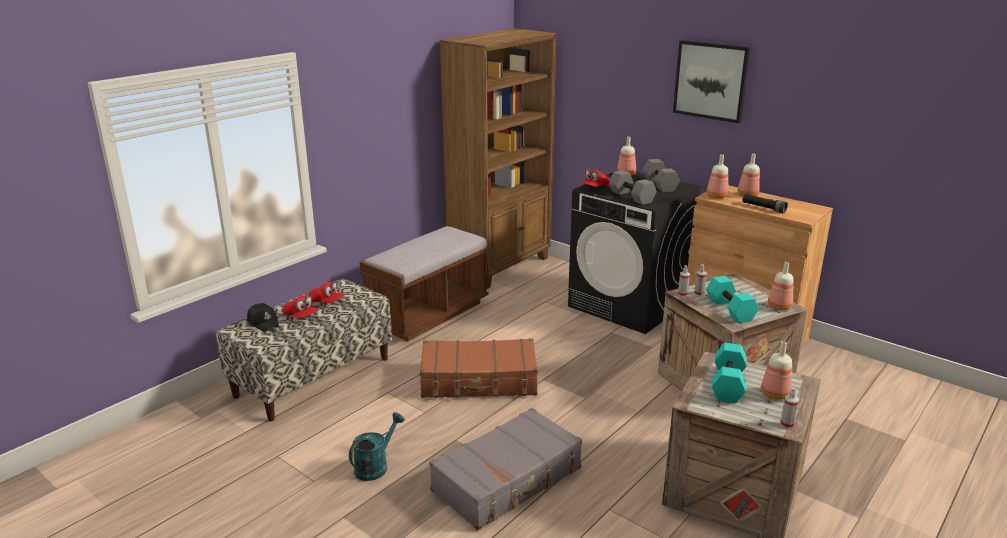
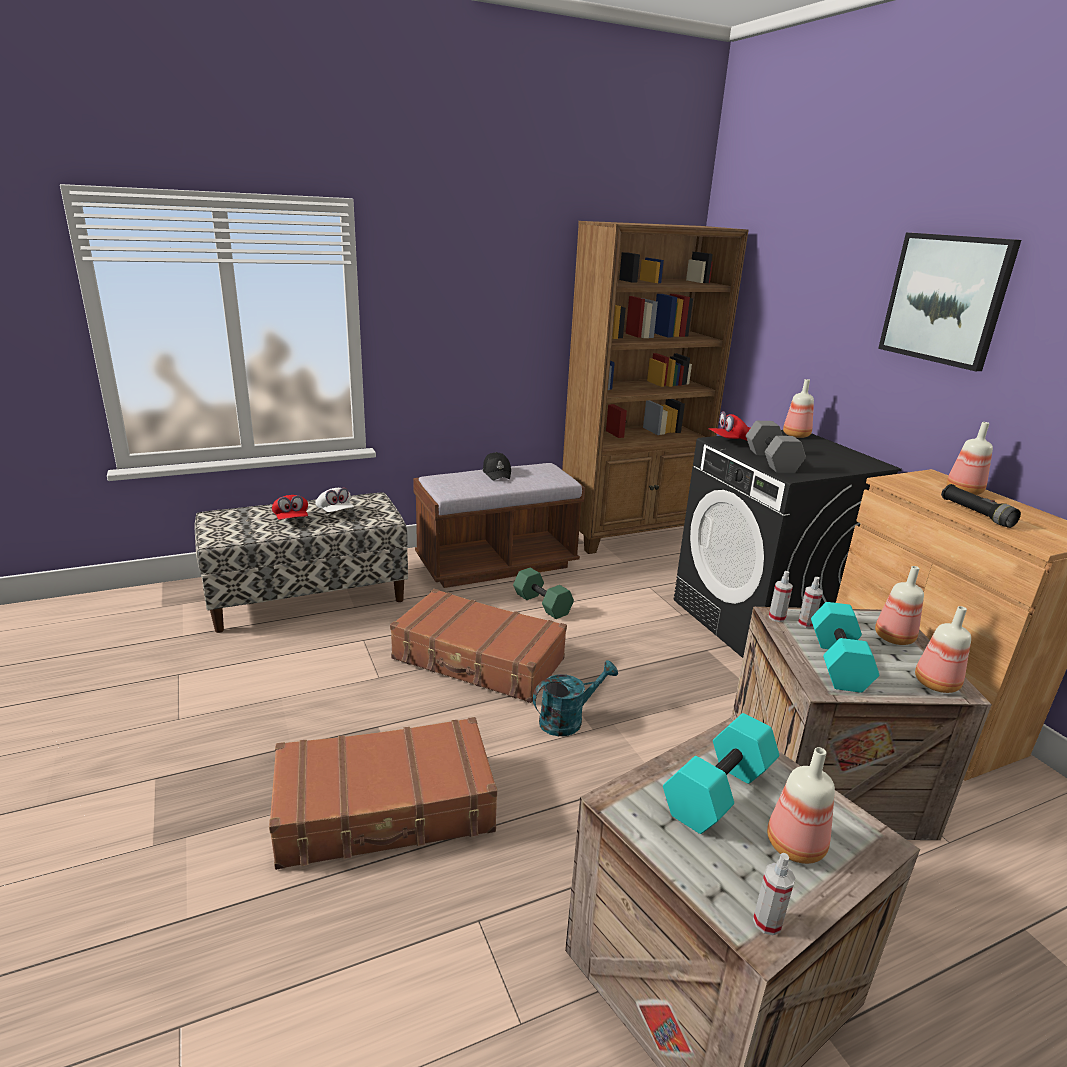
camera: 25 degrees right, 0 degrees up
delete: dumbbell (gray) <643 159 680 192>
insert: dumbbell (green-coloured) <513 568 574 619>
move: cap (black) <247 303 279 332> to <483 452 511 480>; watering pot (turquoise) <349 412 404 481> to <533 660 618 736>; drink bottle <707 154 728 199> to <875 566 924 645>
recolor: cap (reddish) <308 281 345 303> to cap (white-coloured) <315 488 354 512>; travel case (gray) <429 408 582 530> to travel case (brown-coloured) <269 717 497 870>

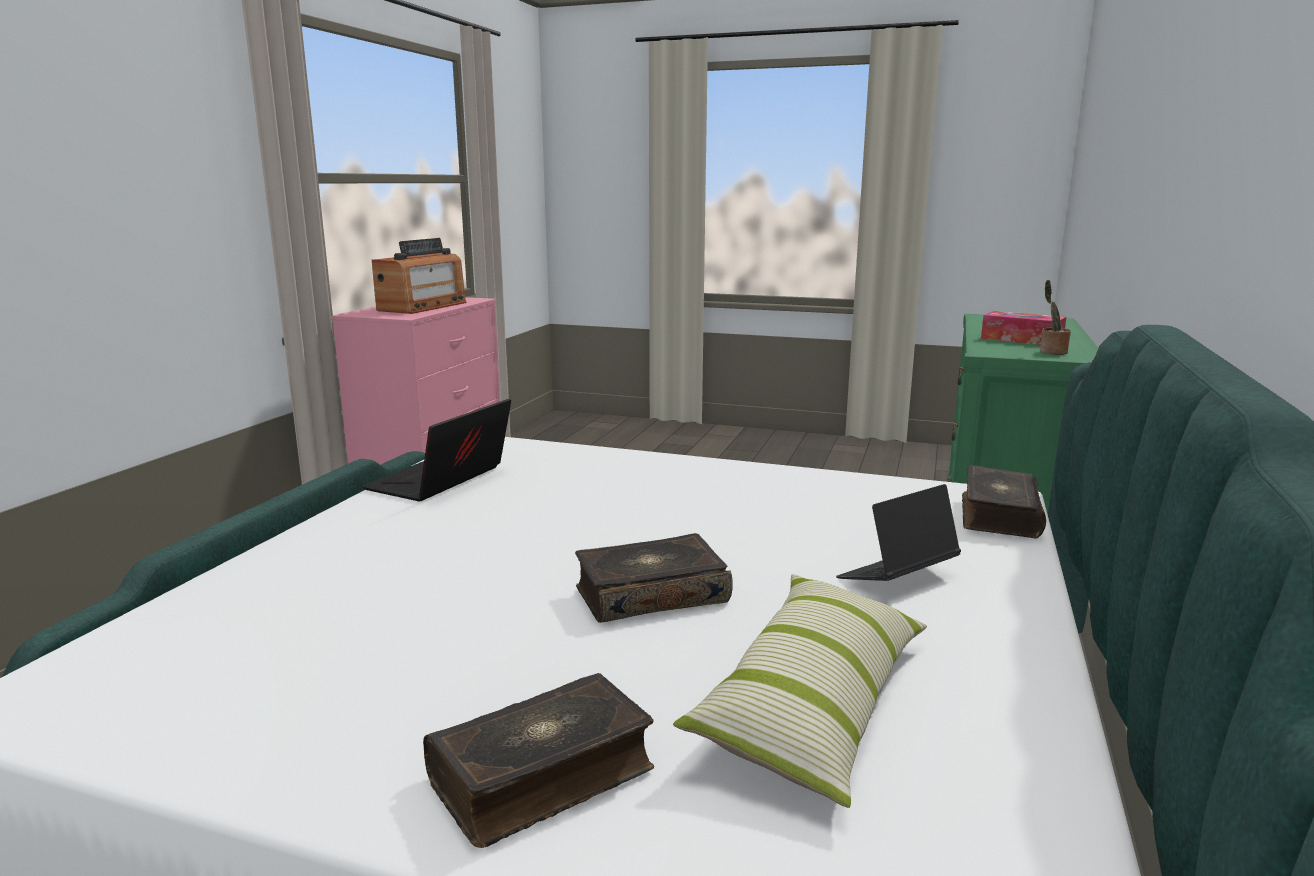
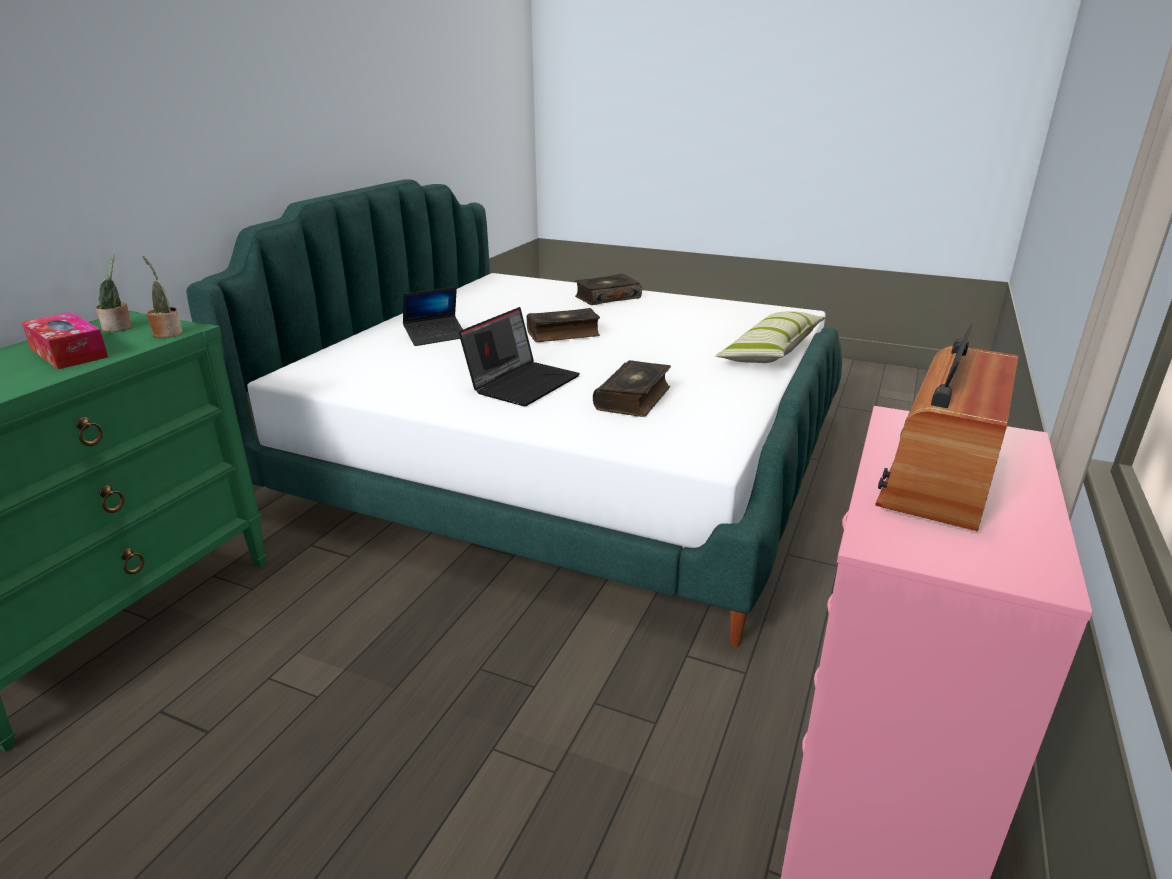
camera: 175 degrees left, 10 degrees up
insert: houseplant <142 256 183 338>
move: portable computer <362 398 511 501> to <459 307 580 406>; throw pillow <673 574 927 808> to <715 311 825 363>; book <962 465 1046 538> to <593 360 671 417>

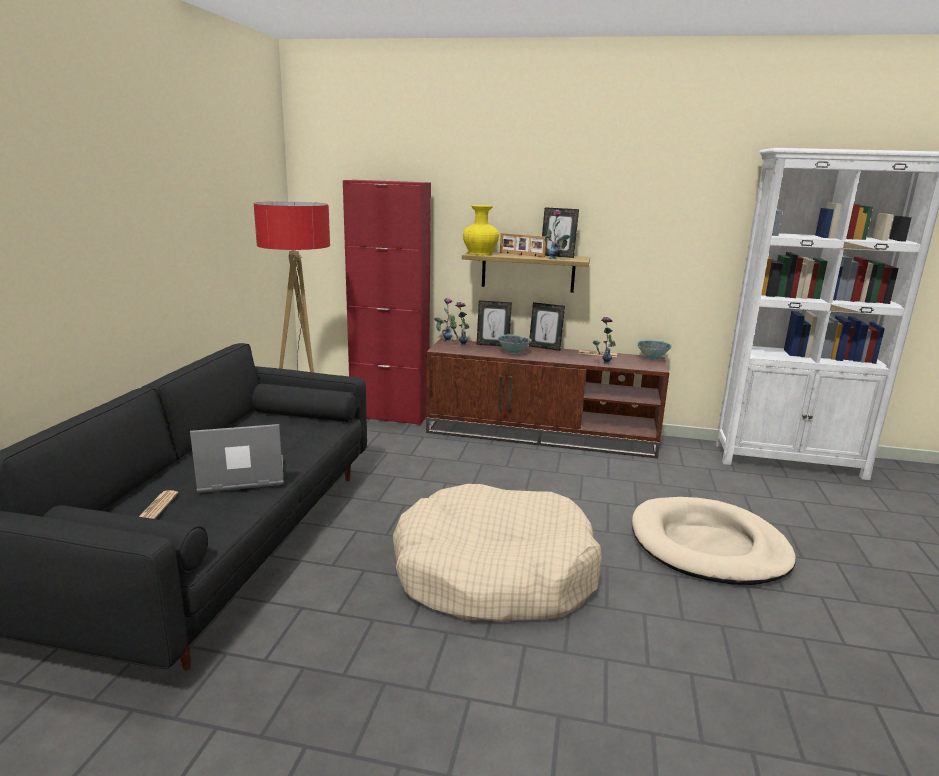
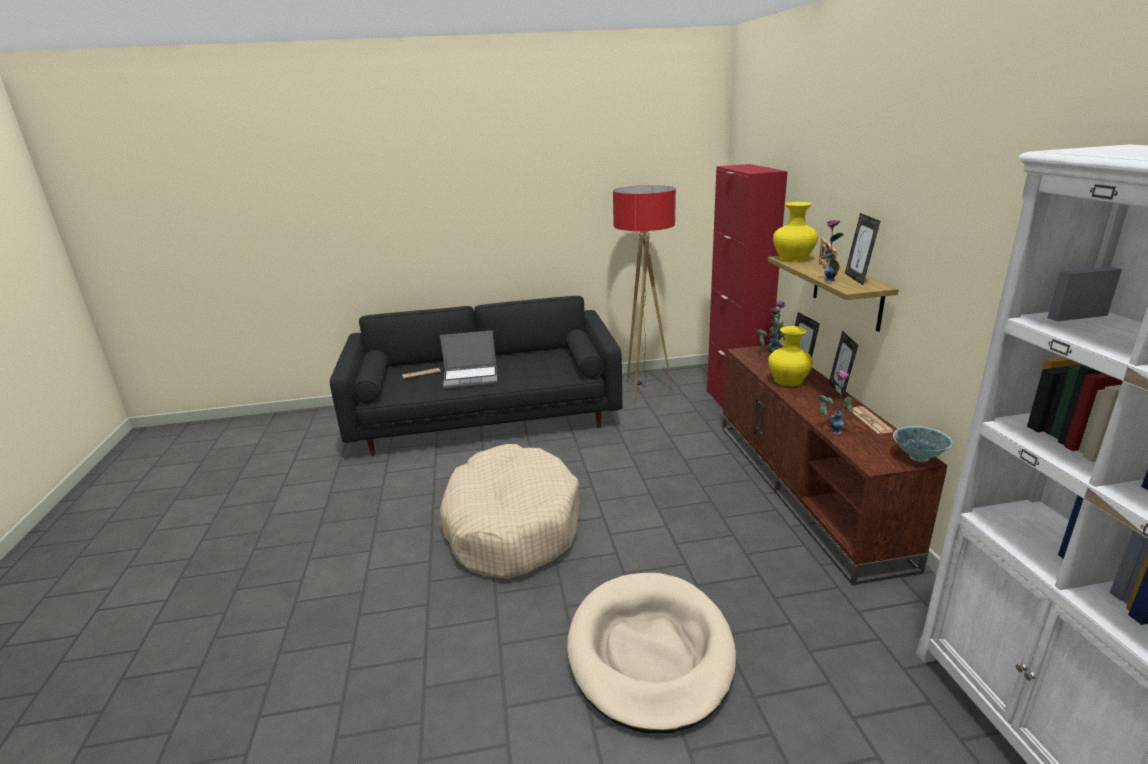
camera: 70 degrees right, 5 degrees up
replace: serving bowl <497 335 532 354> to vase (yellow) <768 326 813 386>
rotate: portable computer <190 424 283 493> = <440 330 497 389> 120 degrees clockwise

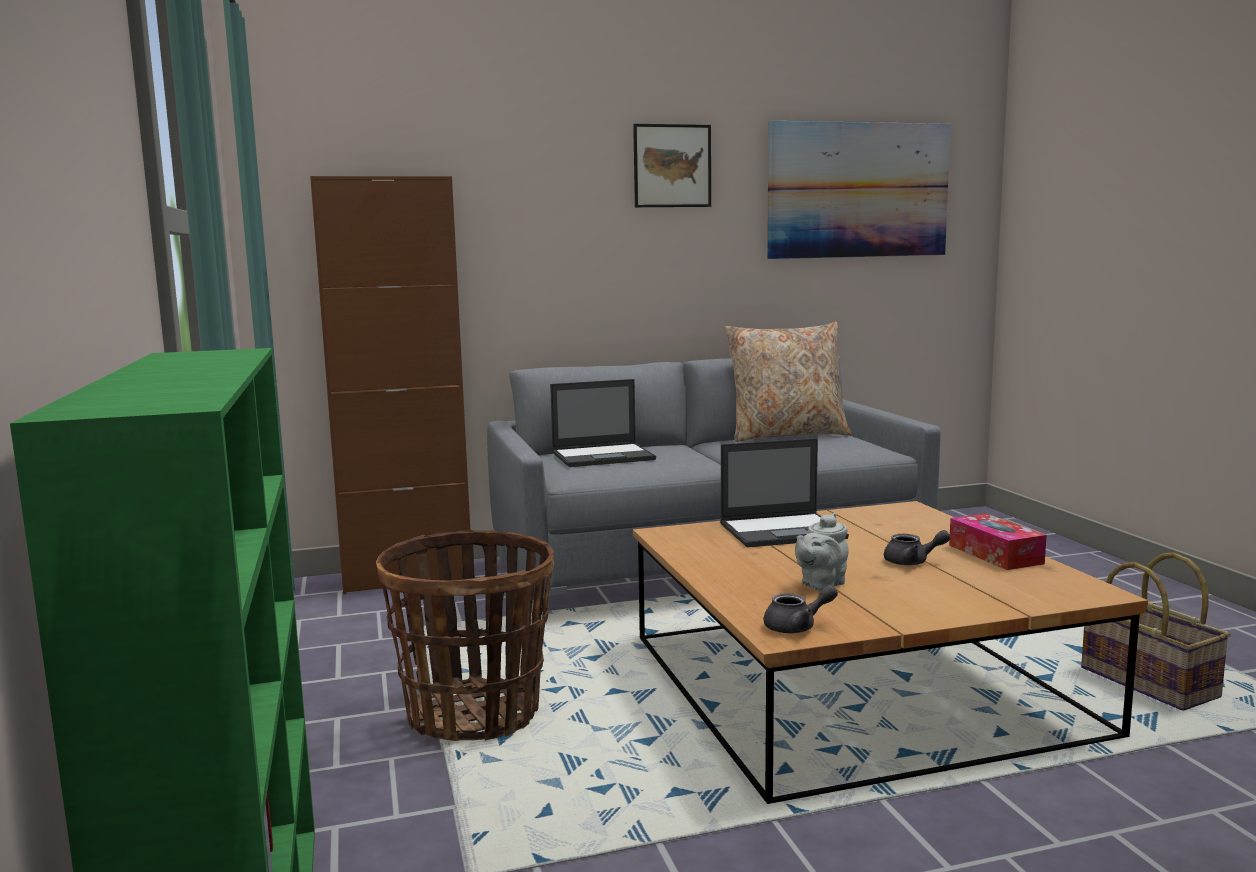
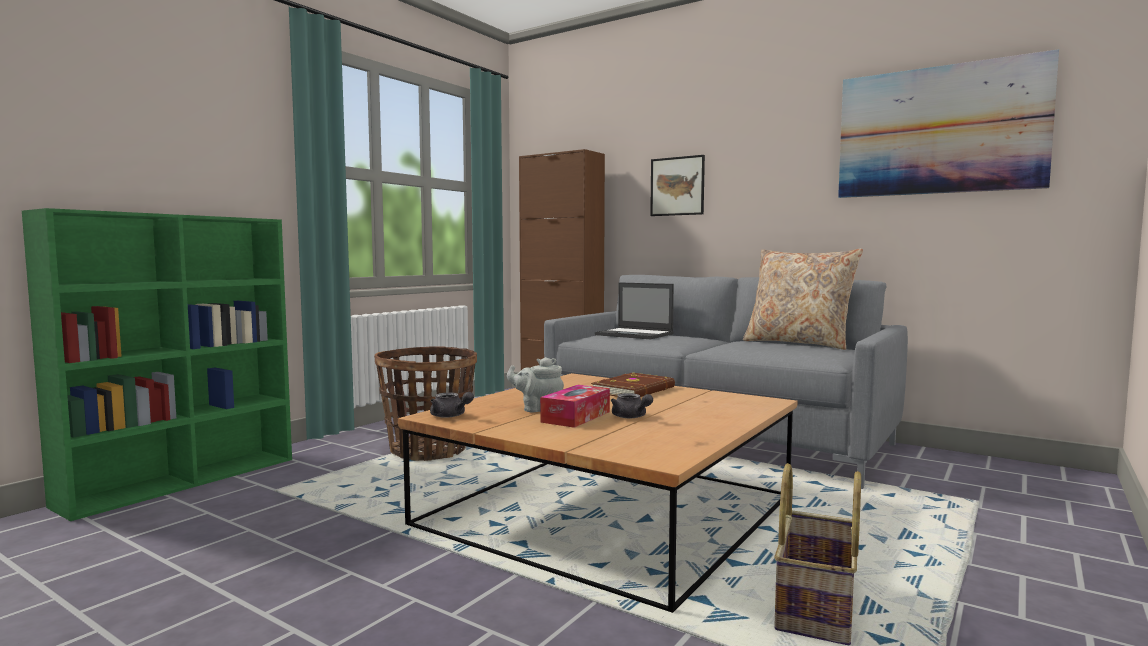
camera: 50 degrees right, 5 degrees down
move: picture <633 124 711 207> to <650 155 705 216>; box of tissues <949 513 1047 570> to <540 385 610 428>
replace: portable computer <720 438 849 547> to book (brown-coloured) <591 372 675 397>

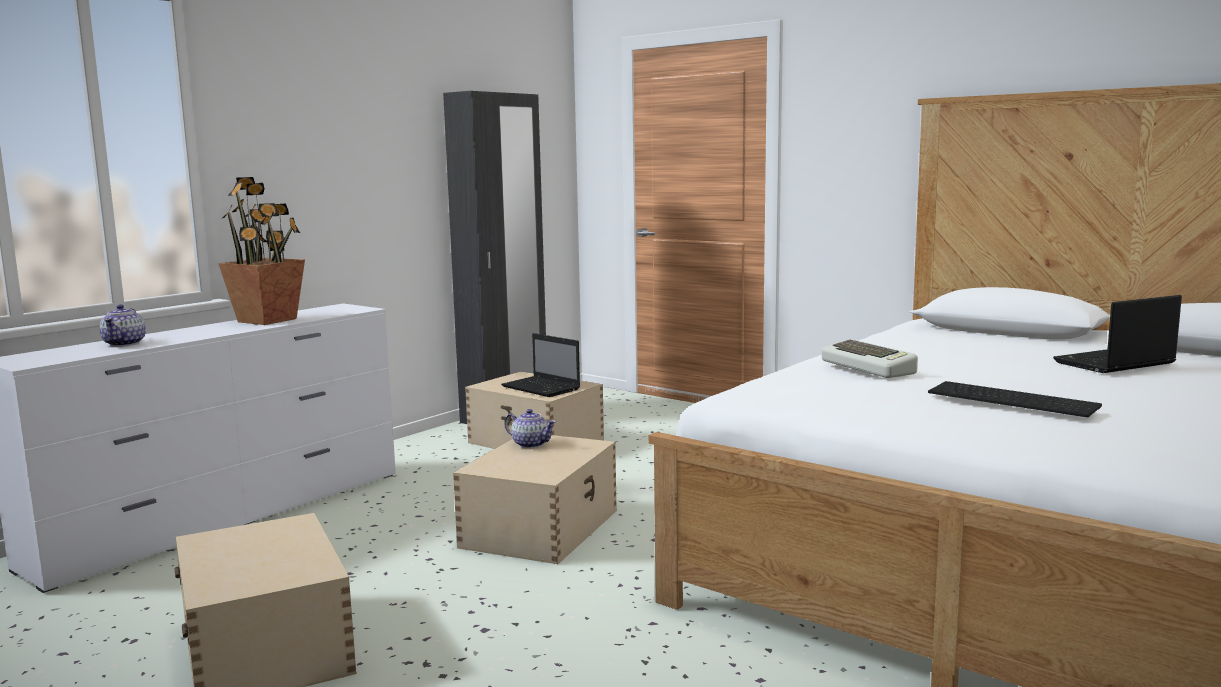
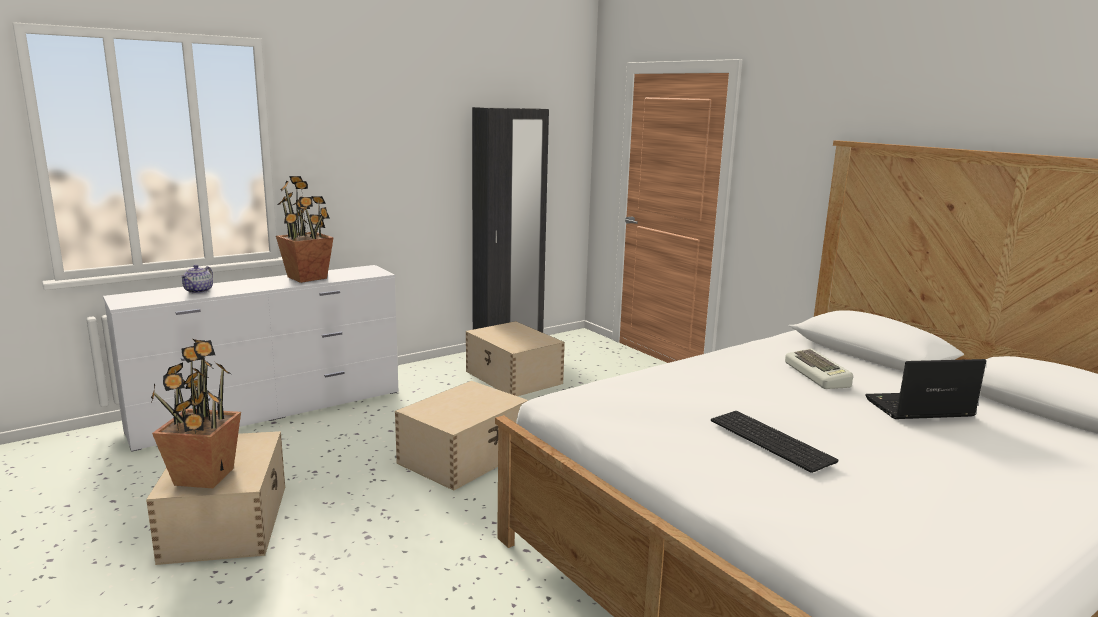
camera: 15 degrees right, 5 degrees up
delete: portable computer <501 333 580 397>; tea pot <504 409 556 448>
insert: houseplant <150 339 241 488>
move: keyboard <822 339 918 378> to <785 348 853 389>

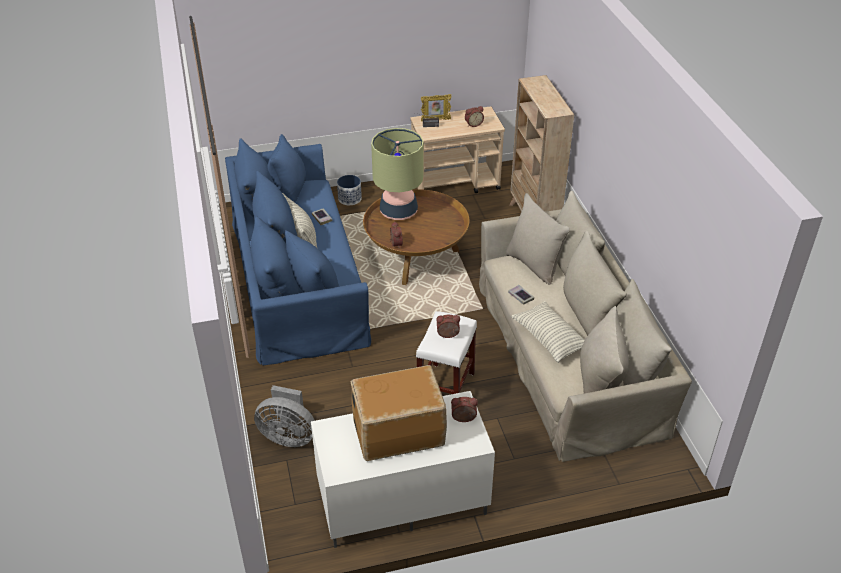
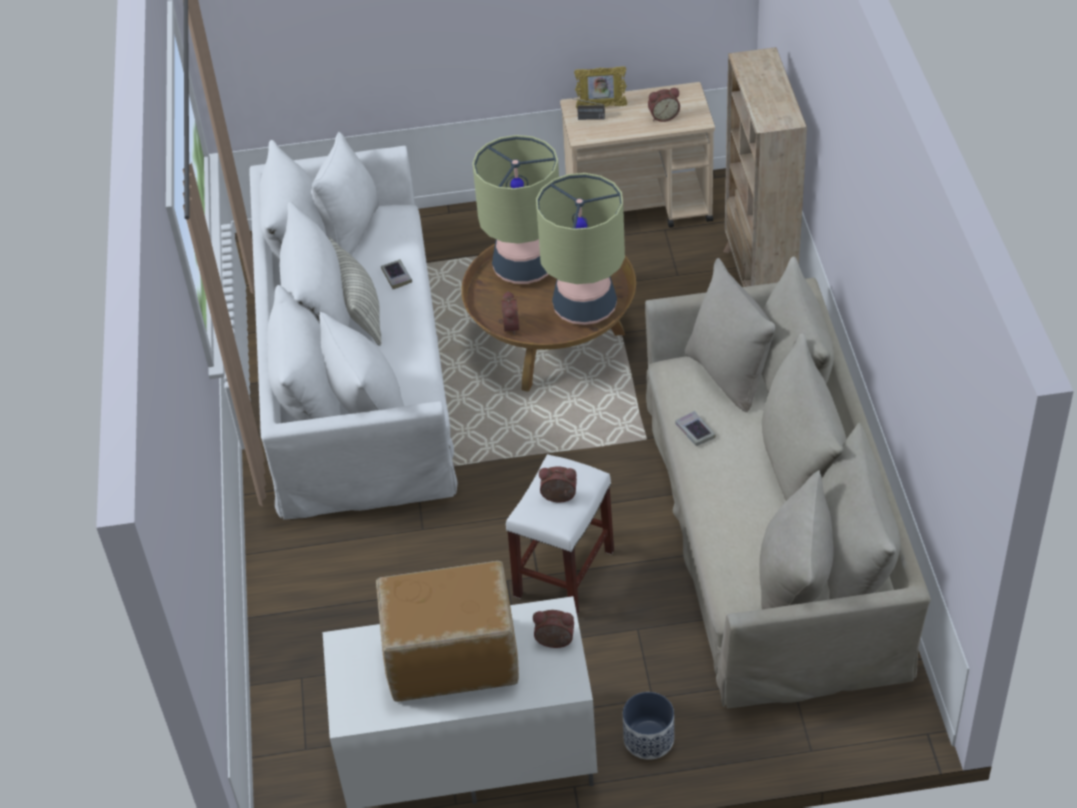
camera: 10 degrees right, 5 degrees up
delete: electric fan (gray) <254 385 315 447>; throw pillow <511 301 585 363>
insert: table lamp <536 173 625 325>
move: planter <337 175 362 205> to <623 692 674 760>
recolor: sofa (blue-coloured) <225 134 371 365> to sofa (white-coloured) <249 132 457 520>

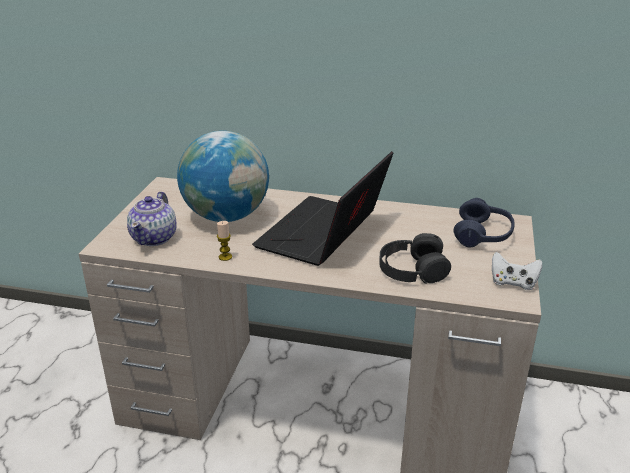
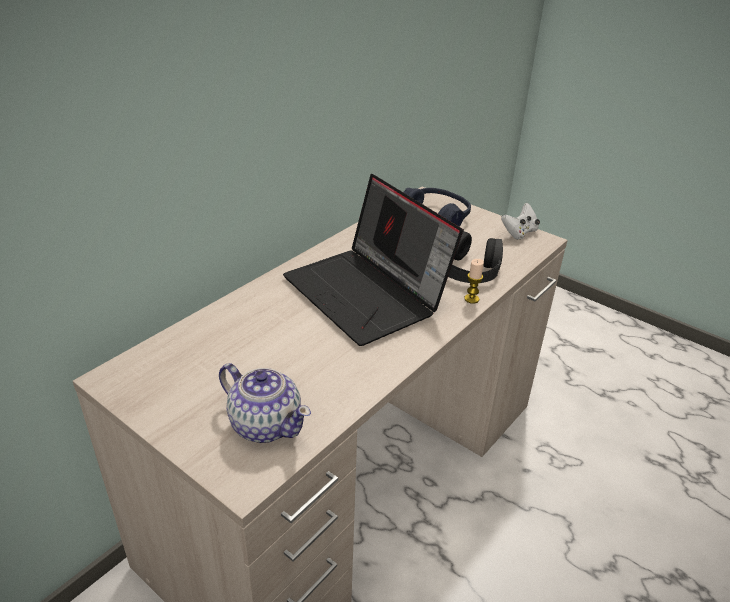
camera: 65 degrees left, 5 degrees up
delete: desk globe <177 131 269 222>
move: wax light <217 221 232 261> to <464 259 484 304>

